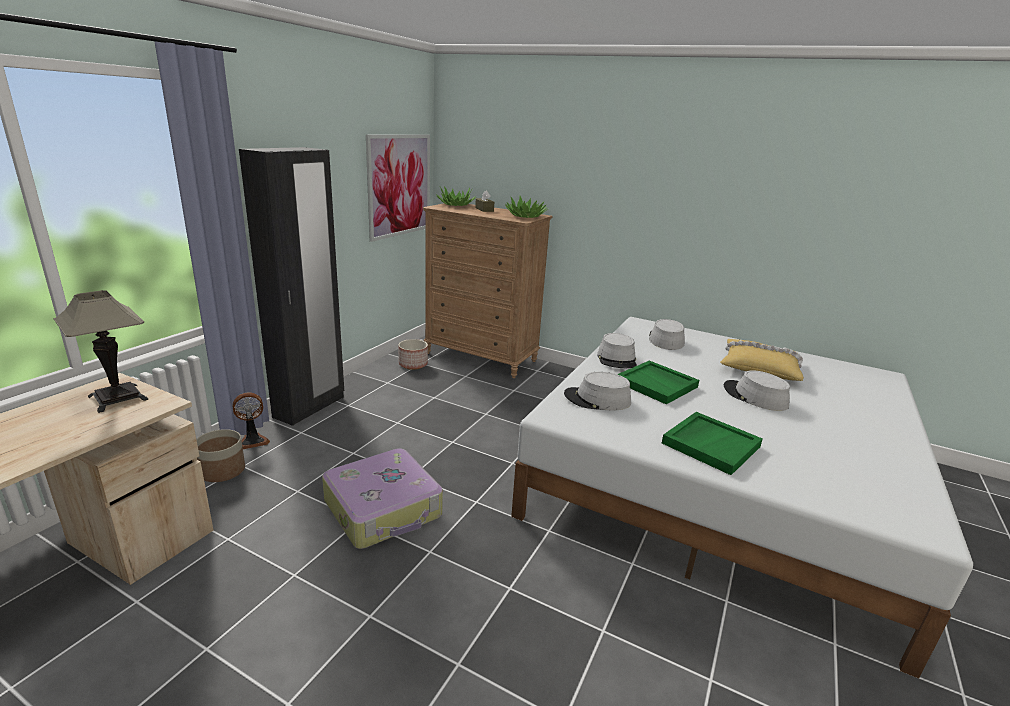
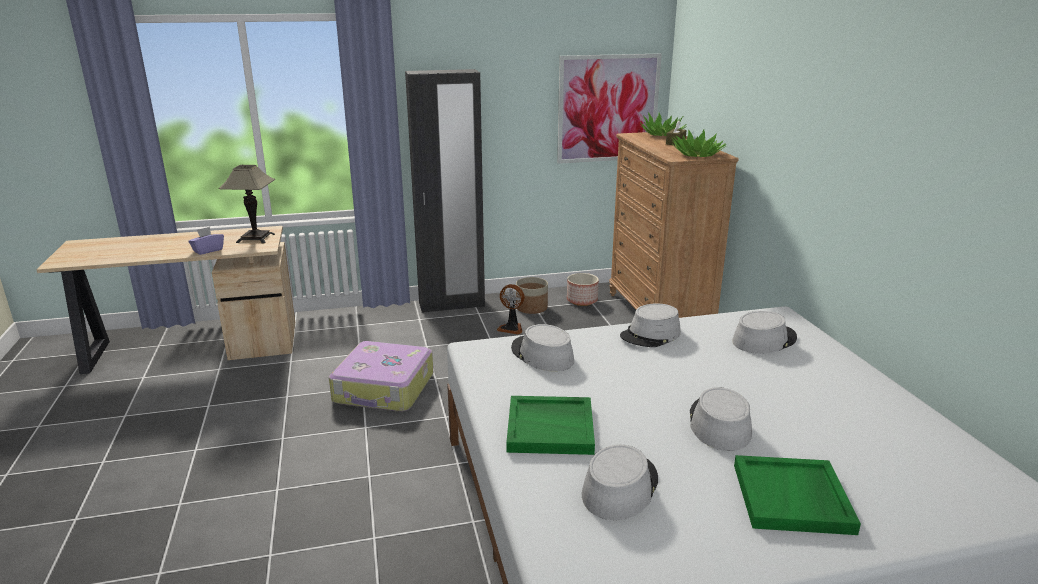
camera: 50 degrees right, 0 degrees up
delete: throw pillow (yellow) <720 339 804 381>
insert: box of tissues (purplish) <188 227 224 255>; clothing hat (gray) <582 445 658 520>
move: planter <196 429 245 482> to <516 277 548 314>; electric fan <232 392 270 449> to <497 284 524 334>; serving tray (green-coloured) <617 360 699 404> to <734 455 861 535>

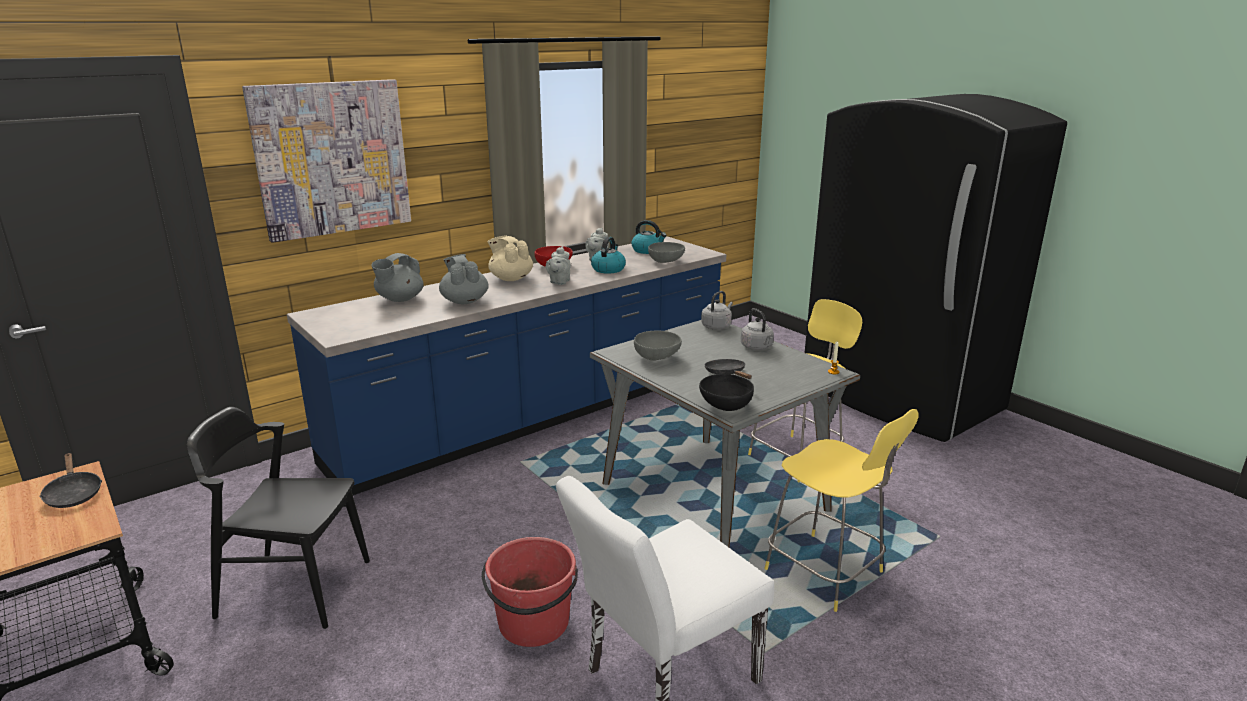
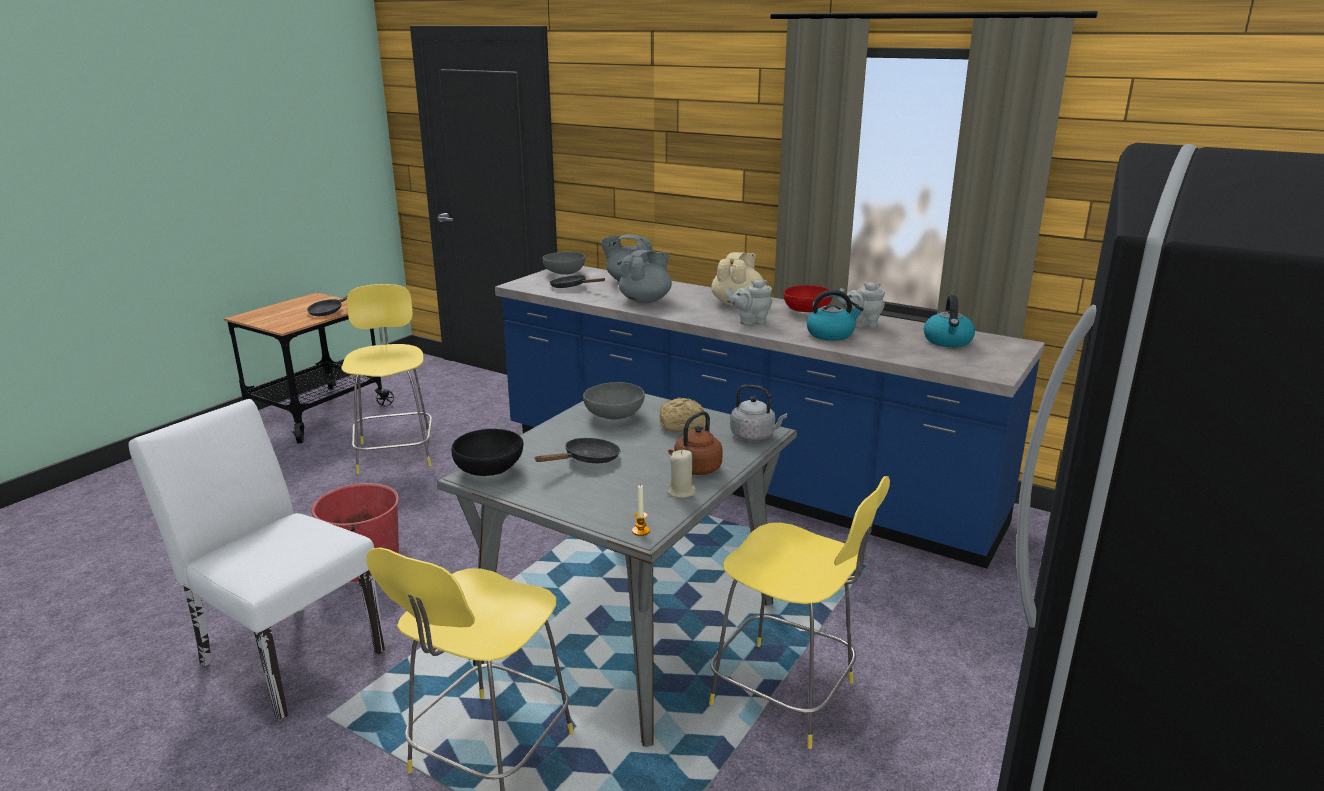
camera: 70 degrees right, 0 degrees up
delete: picture <242 79 411 243>
insert: frying pan (black) <550 275 605 288>; bread <659 397 705 431>; wax light (beige-coloured) <668 450 696 498>
move: serving bowl (gray) <648 242 685 263> to <543 252 585 275>
replace: chair (black) <187 407 370 629> to sitting stool (yellow) <341 284 432 474>
recolor: tea kettle (gray) <741 308 774 350> to tea kettle (brown-coloured) <668 411 723 475>

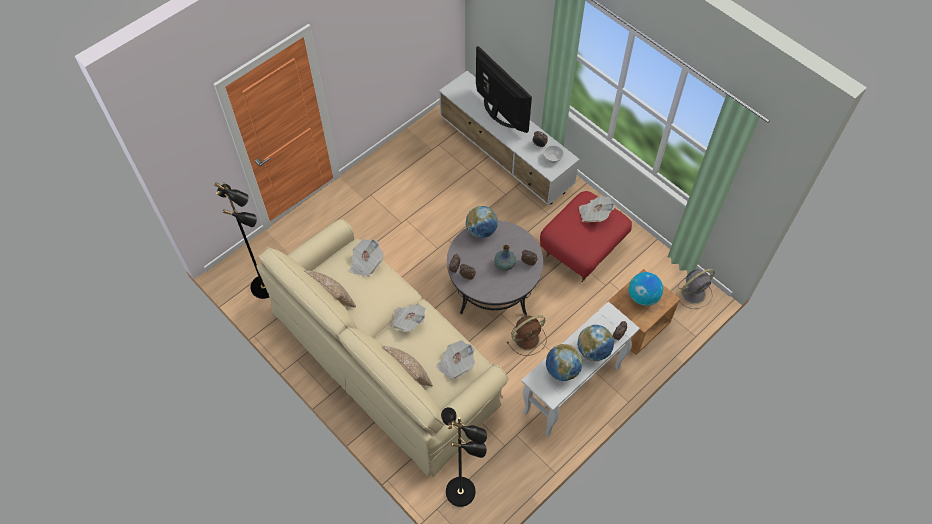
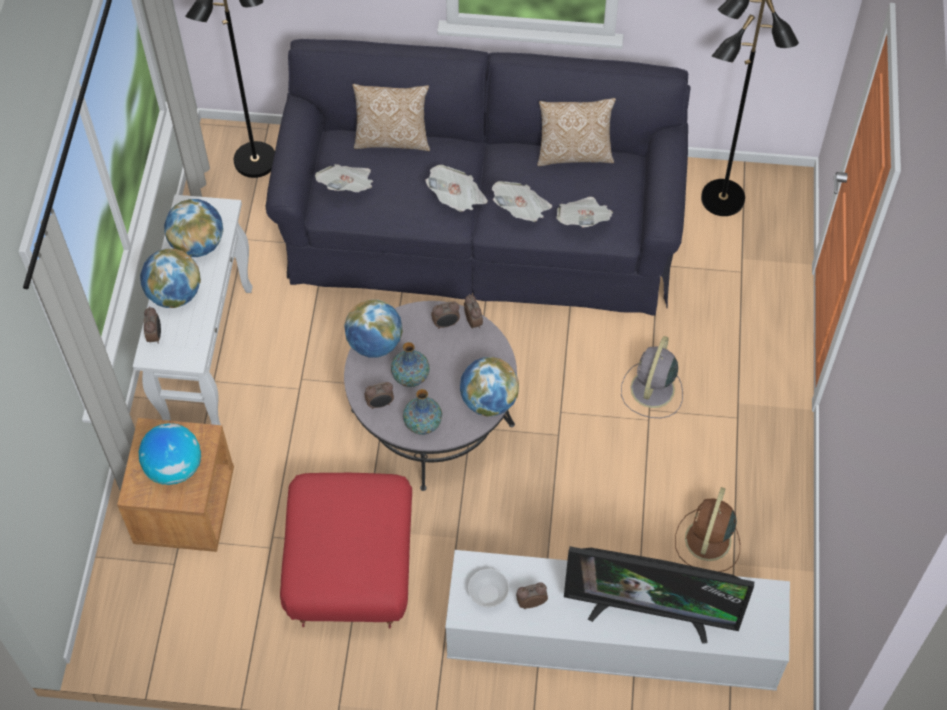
camera: 140 degrees right, 0 degrees up
insert: desk globe <344 299 403 358>; vase <403 389 442 435>
move: electric fan (brown-coloured) <506 315 547 356> to <675 487 740 572>; daily paper <579 196 615 222> to <492 181 552 222>; electric fan (gray) <678 269 715 309> to <621 336 683 418>
recolor: sofa (beige-coloured) <256 218 508 478> to sofa (black) <266 39 691 316>

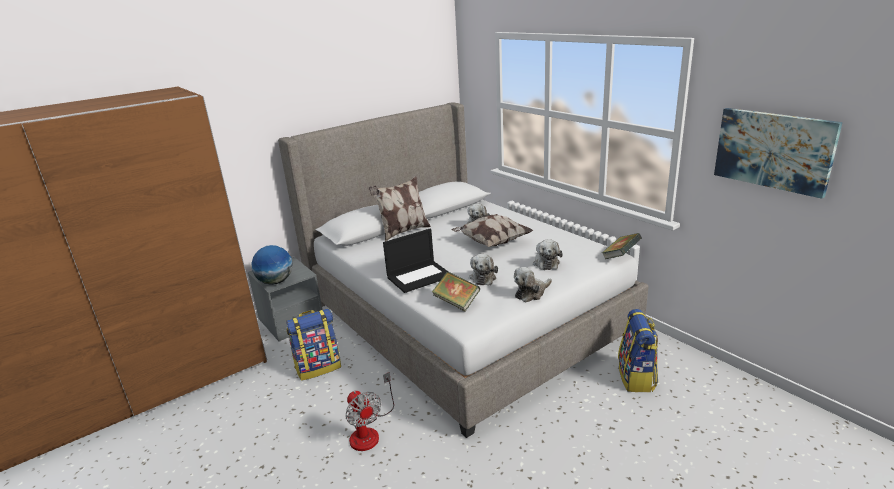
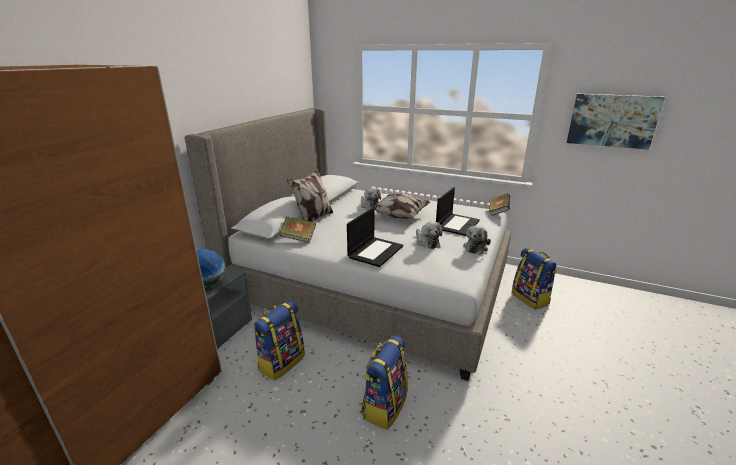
camera: 30 degrees left, 0 degrees up
move: book <432 271 480 311> to <280 217 316 243>
replace: electric fan <345 372 394 451> to backpack <362 335 408 430>; soft toy <533 239 563 270> to portable computer <436 187 480 236>

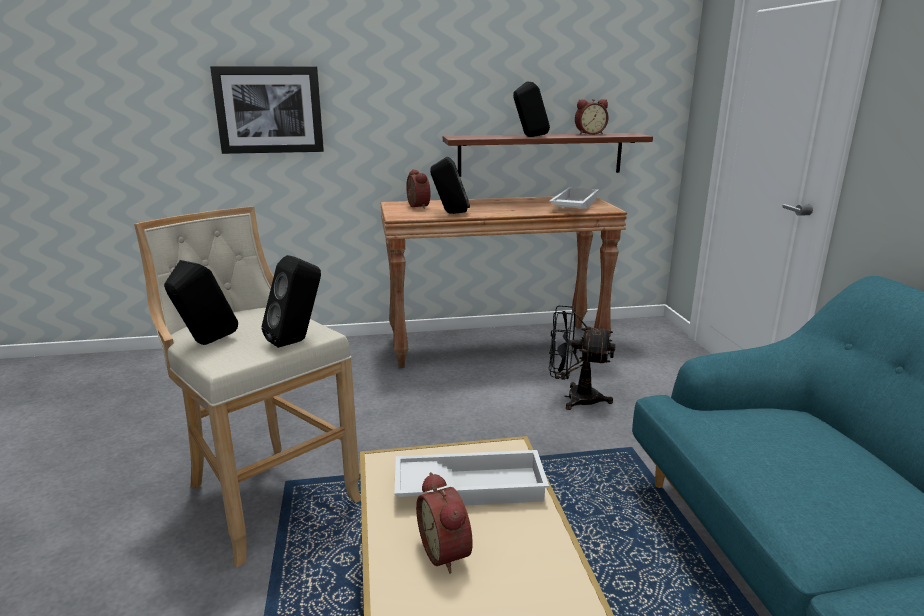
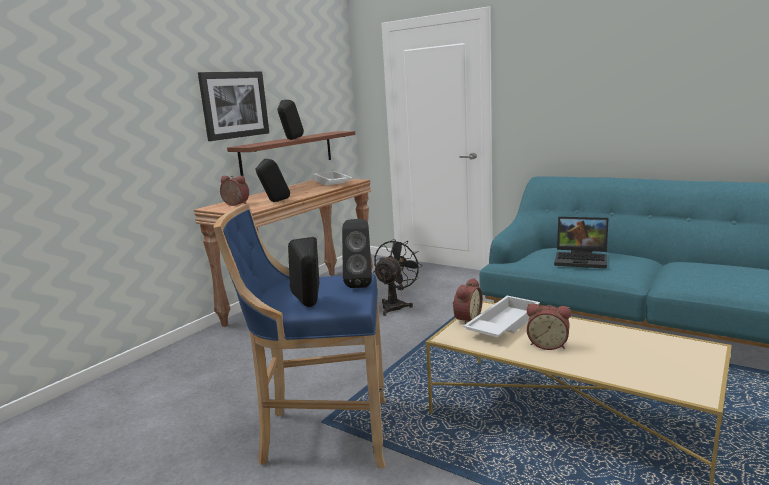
camera: 45 degrees left, 5 degrees down
insert: portable computer <554 217 609 269>
move: picture <210 66 324 154> to <198 72 269 141>; alarm clock <575 99 609 135> to <453 278 483 324>
recolor: sitting stool (beige-coloured) <134 207 361 567> to sitting stool (blue-coloured) <213 204 386 468>
rotate: electric fan (black) <549 306 616 410> = <373 239 423 316> 150 degrees clockwise

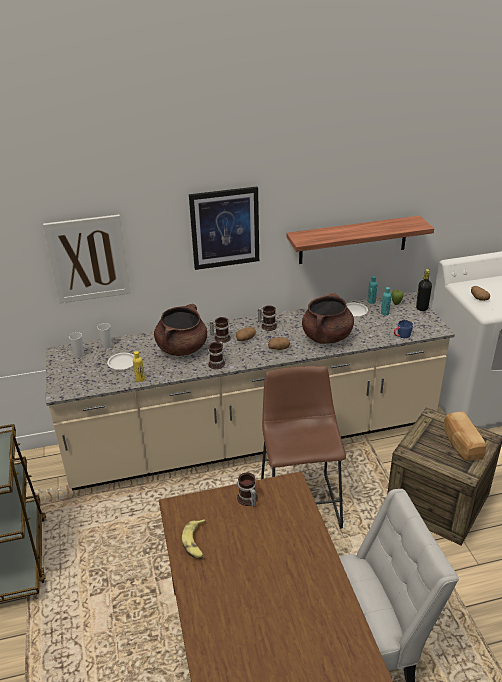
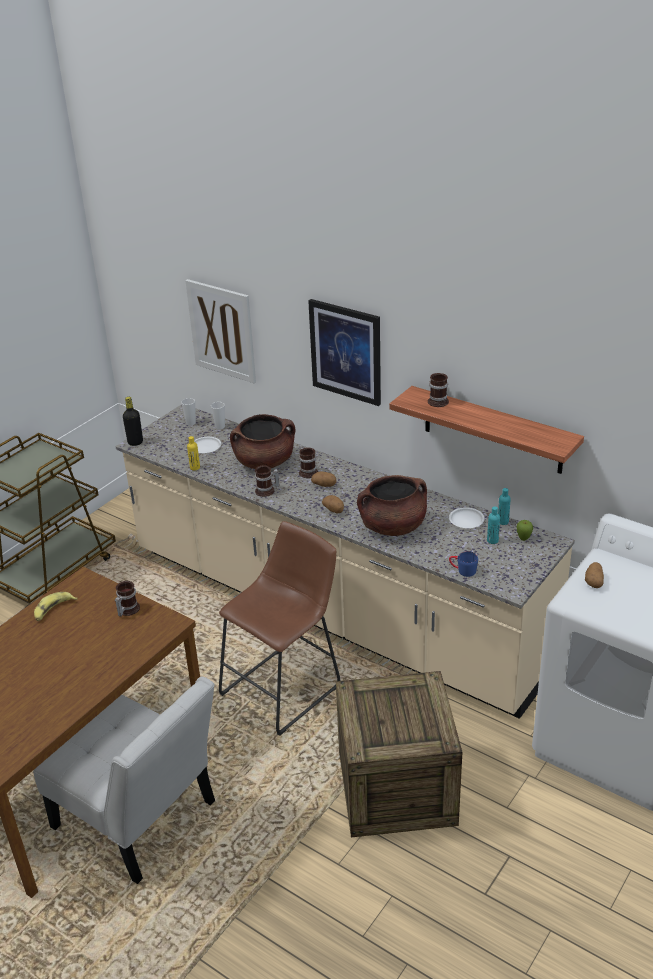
camera: 50 degrees right, 0 degrees up
delete: bread <444 411 486 461>
move: tea mug <258 305 277 331> to <428 373 449 407>; drink bottle (black) <416 269 432 311> to <123 397 143 446>

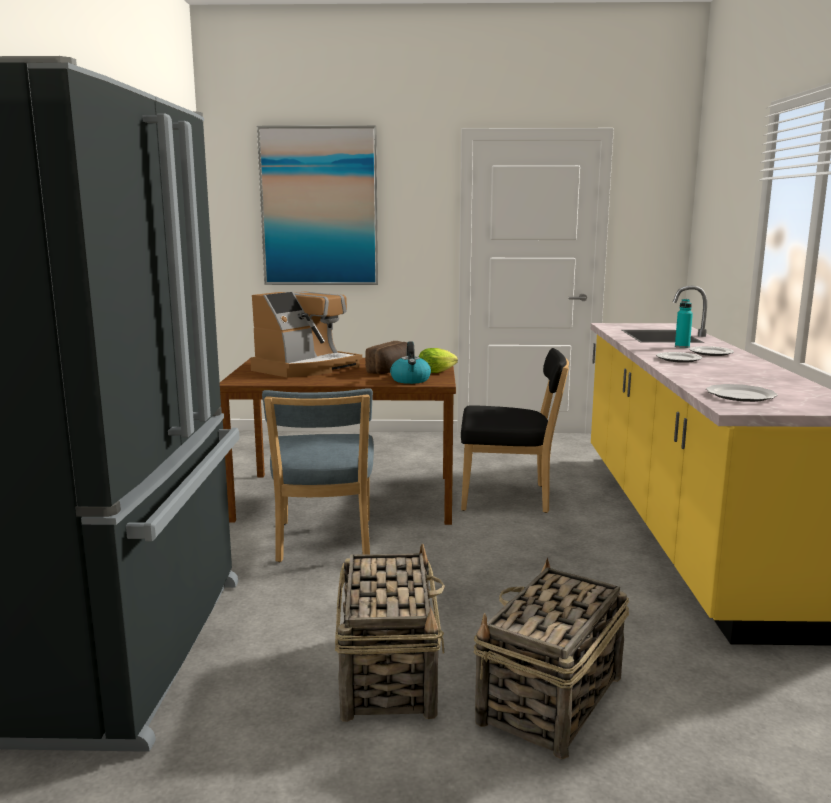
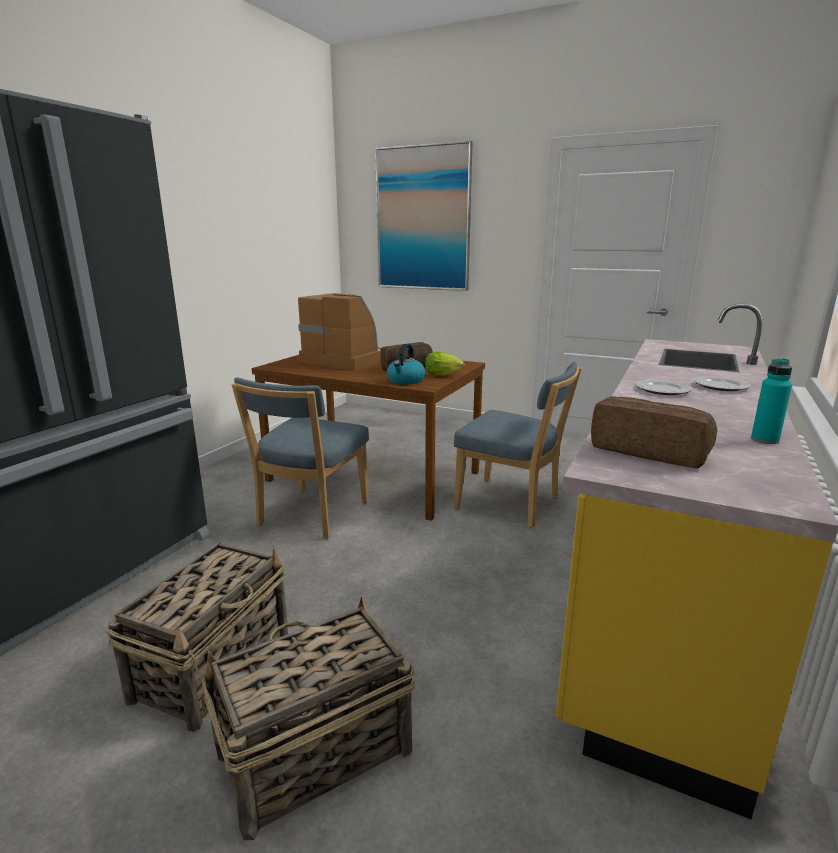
camera: 25 degrees right, 5 degrees up
move: drink bottle (turquoise) <675 299 693 348> to <751 359 792 444>
replace: dinner plate <706 384 778 402> to bread <591 397 717 469>
recolor: chair (black) <461 348 569 513> to chair (blue-coloured) <454 362 581 528>
rotate: coffee brewer <250 291 362 377> = <298 293 381 371> 120 degrees counterclockwise

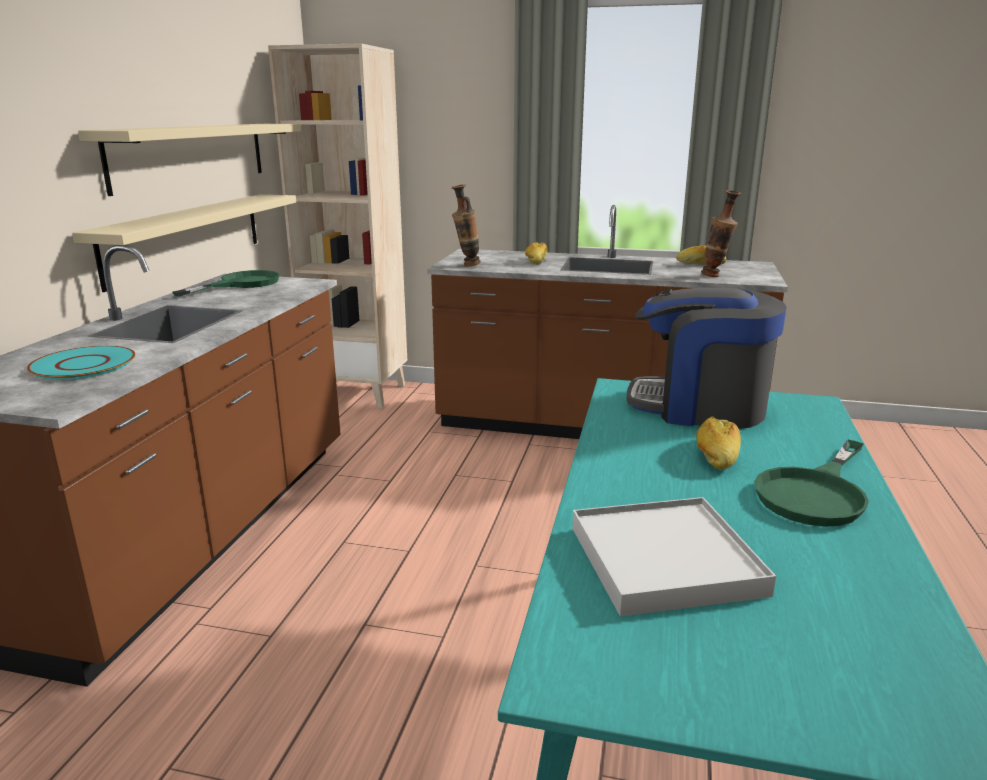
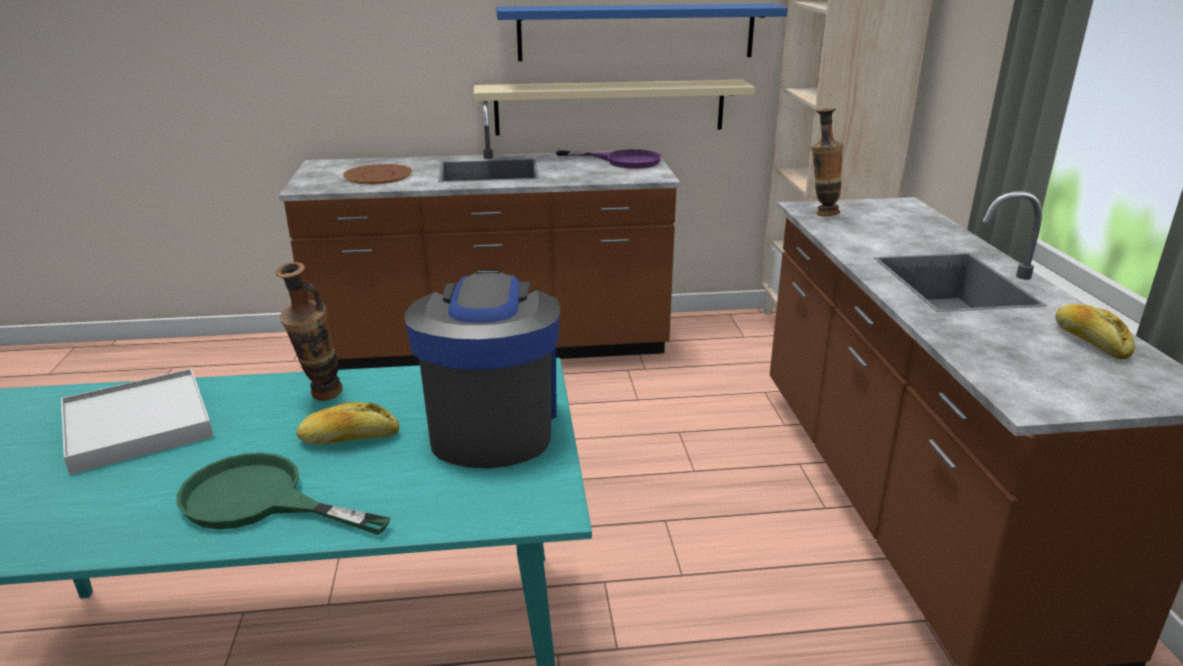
camera: 70 degrees right, 5 degrees up
delete: bread <525 242 548 265>
move: vase <701 190 741 277> to <275 262 343 401>
recolor: dinner plate (turquoise) <27 346 136 380> to dinner plate (brown-coloured) <343 164 412 184>; wall shelf (beige-coloured) <78 124 301 196> to wall shelf (blue-coloured) <496 4 788 61>; frying pan (green-coloured) <172 270 280 297> to frying pan (purplish) <556 149 661 169>

